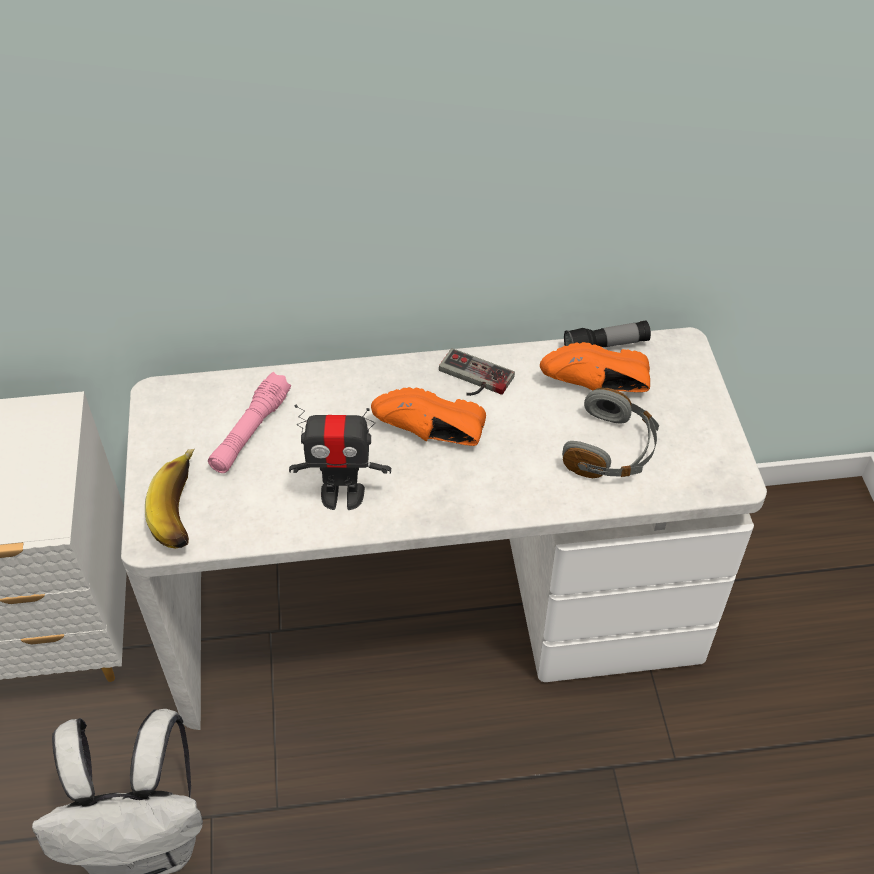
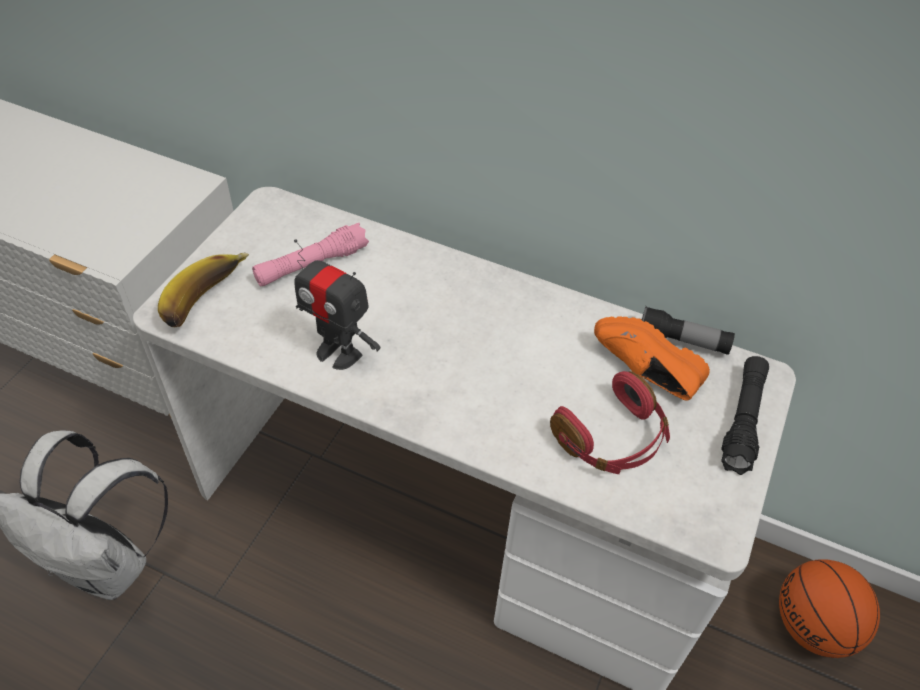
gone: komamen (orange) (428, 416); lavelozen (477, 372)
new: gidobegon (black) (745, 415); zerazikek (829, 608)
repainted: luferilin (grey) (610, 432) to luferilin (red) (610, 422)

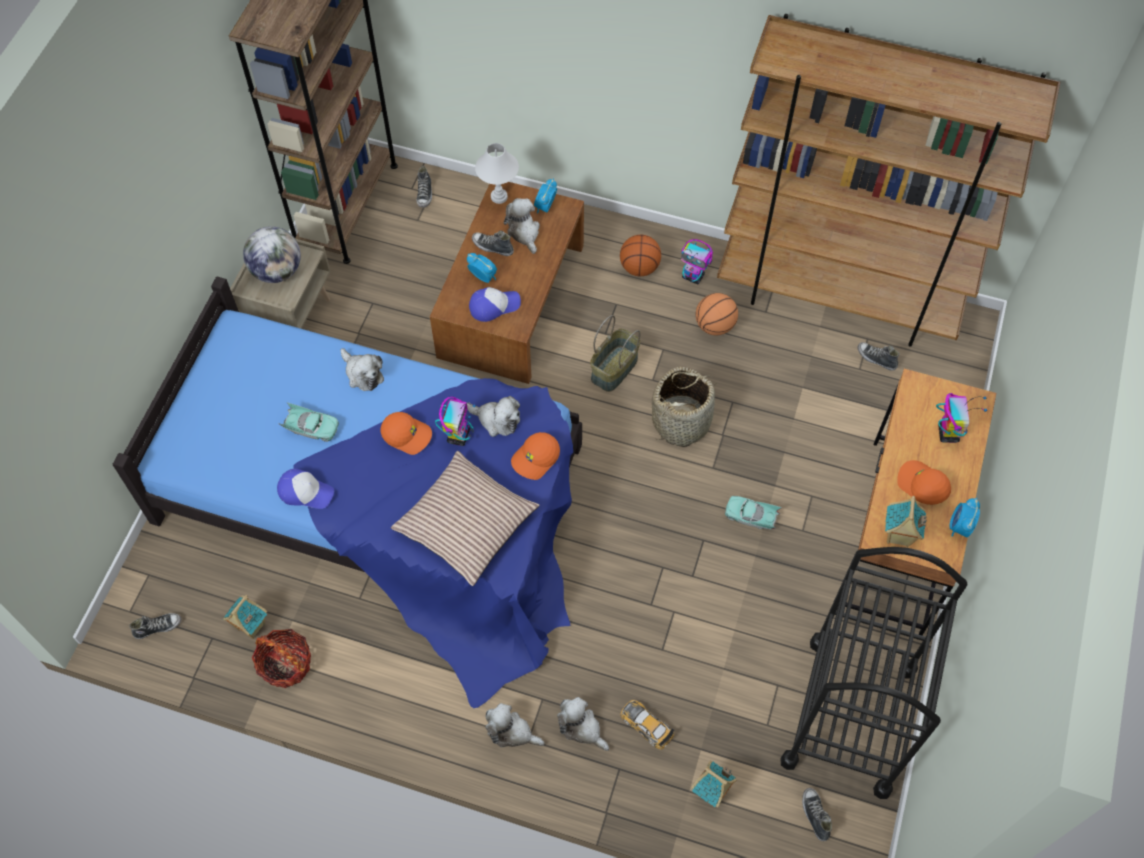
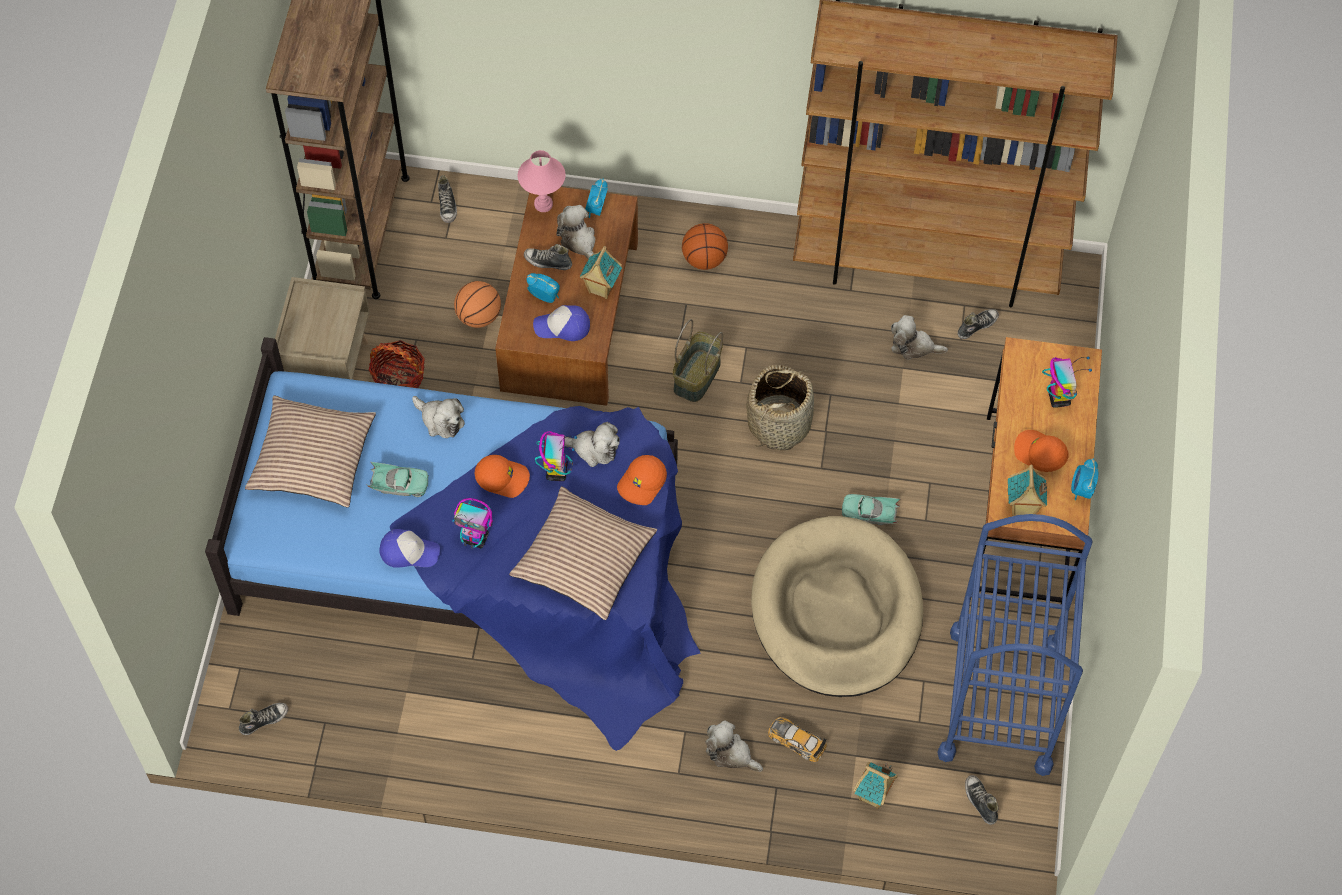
gone: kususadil (272, 254)
new: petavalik (310, 451); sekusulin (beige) (837, 606)
shifted: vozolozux (281, 658) to (397, 364); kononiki (697, 261) to (472, 523); zerazikek (717, 314) to (477, 304); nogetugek (245, 617) to (601, 272); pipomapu (514, 725) to (919, 337)
repainted: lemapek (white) (497, 173) to lemapek (pink) (542, 181); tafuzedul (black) (873, 673) to tafuzedul (blue) (1015, 645)
rotated: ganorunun (495, 304) = (561, 323) 150 degrees counterclockwise; komamen (879, 356) = (978, 324) 120 degrees clockwise

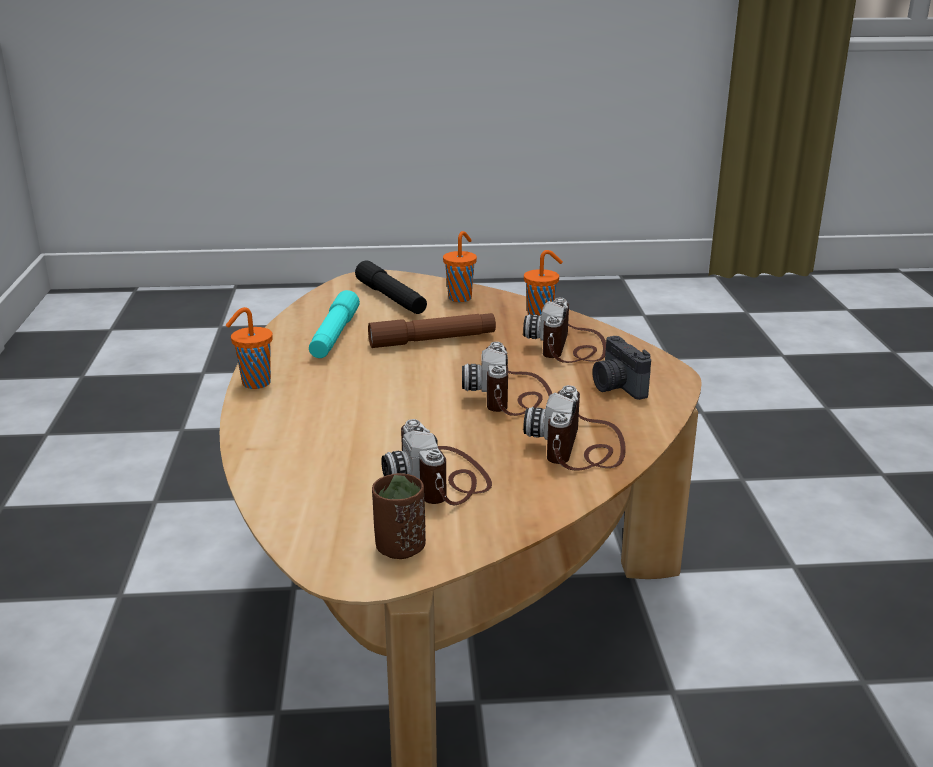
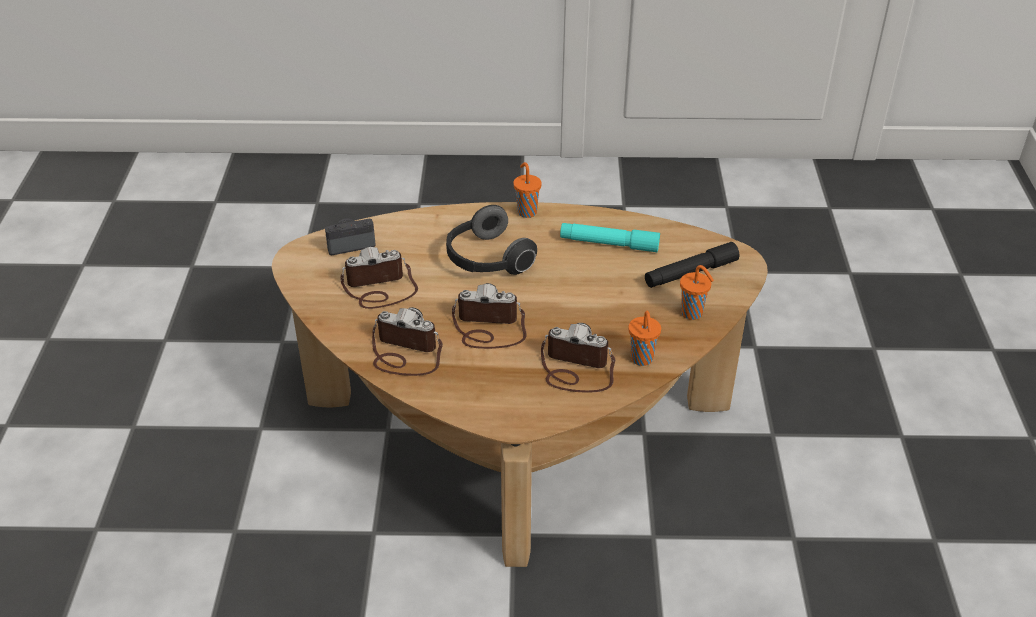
gone: gidobegon (brown) (432, 330); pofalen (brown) (399, 516)
new: luferilin (491, 240)
shifted: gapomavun (621, 368) to (350, 236)

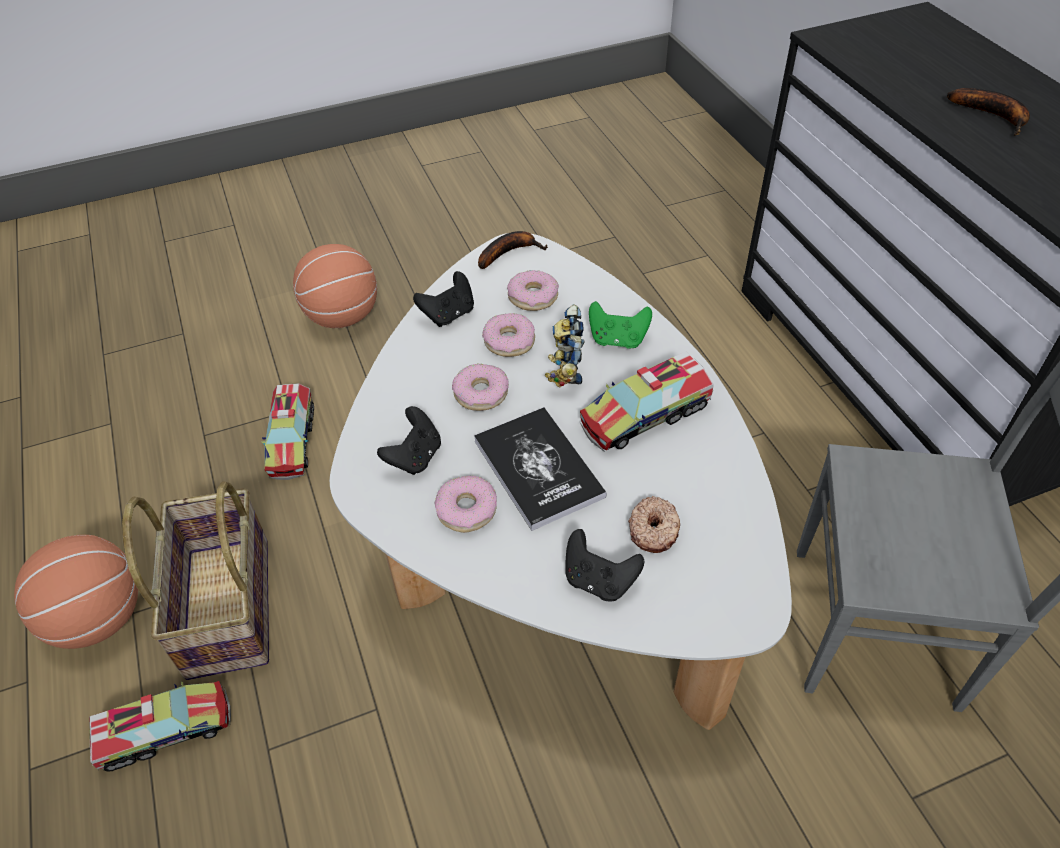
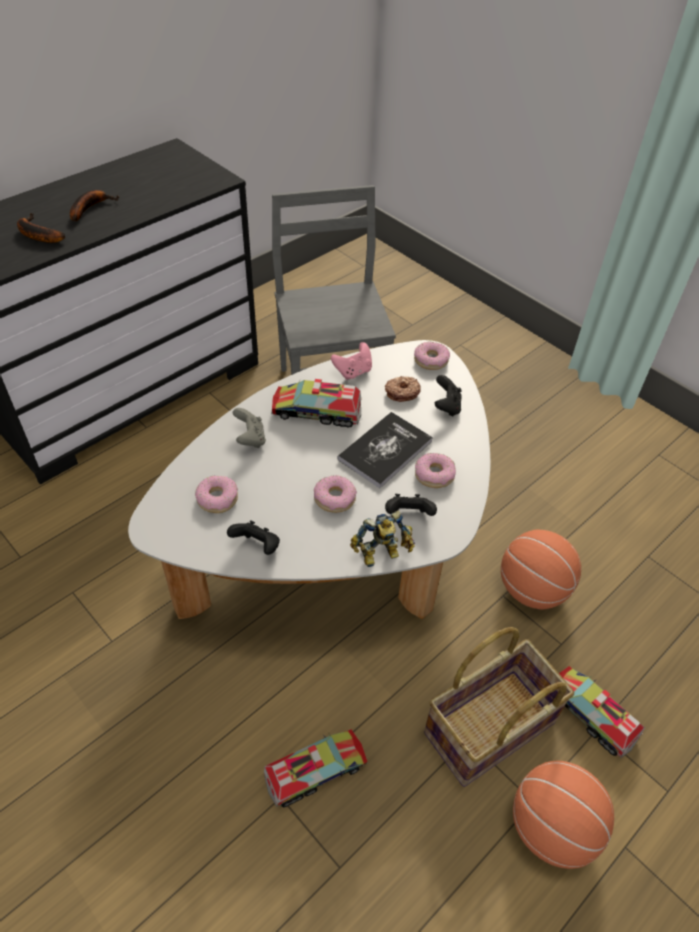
new: lavelozen (pink) (351, 361)
shifted: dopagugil (513, 250) to (41, 228); kononiki (564, 345) to (382, 539); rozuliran (508, 335) to (432, 356); zerazikek (335, 286) to (541, 569)
repainted: lavelozen (green) (620, 325) to lavelozen (grey) (249, 428)
rotated: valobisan (647, 401) = (316, 403) 150 degrees clockwise

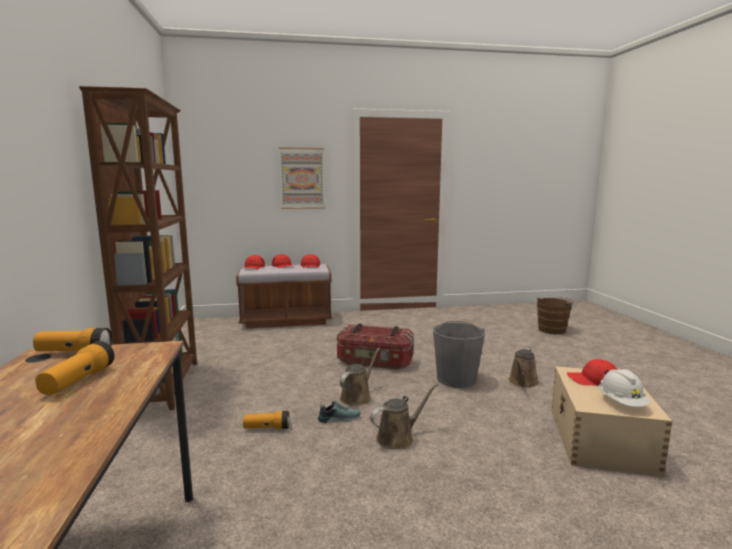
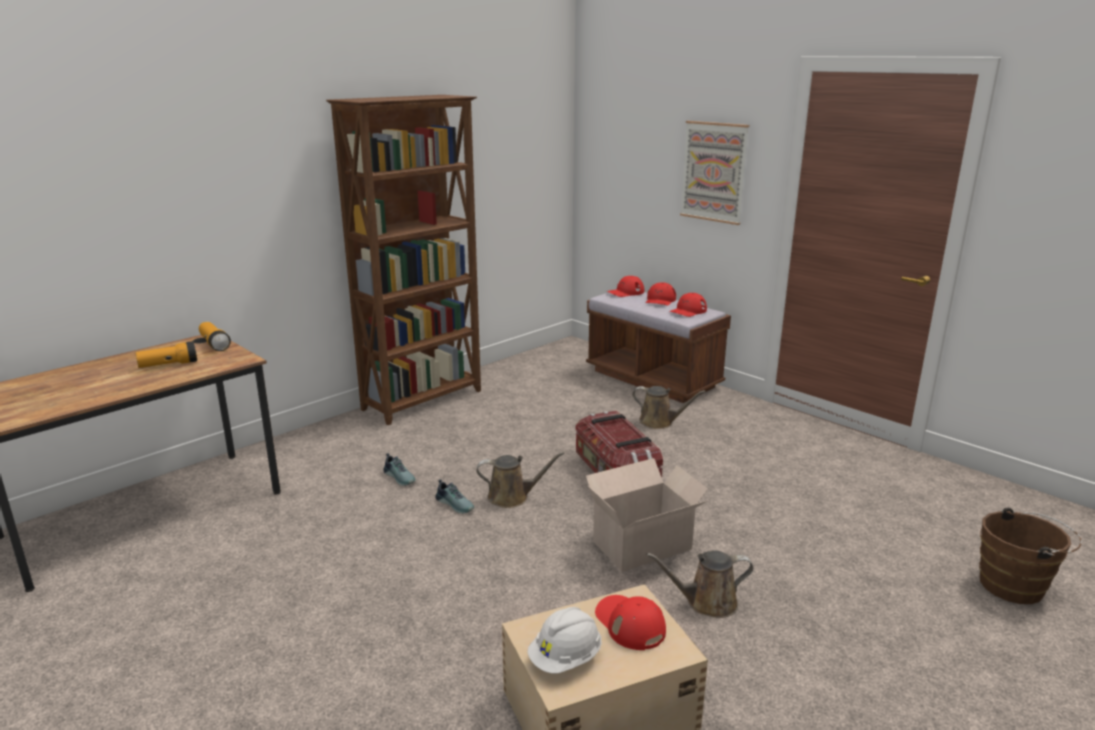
shifted: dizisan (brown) (404, 416) to (669, 407)
swapped: gidobegon (266, 420) to komamen (399, 469); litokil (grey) (459, 354) to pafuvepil (647, 515)

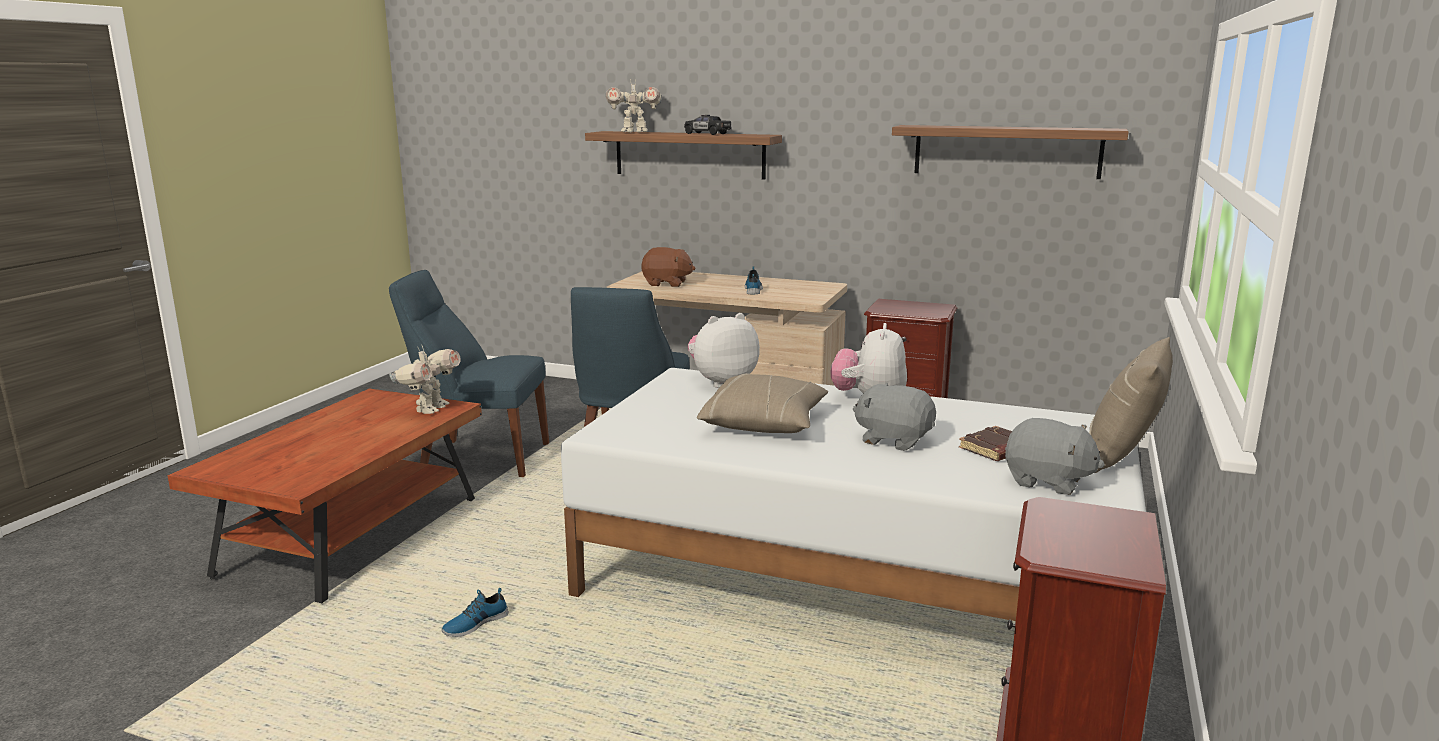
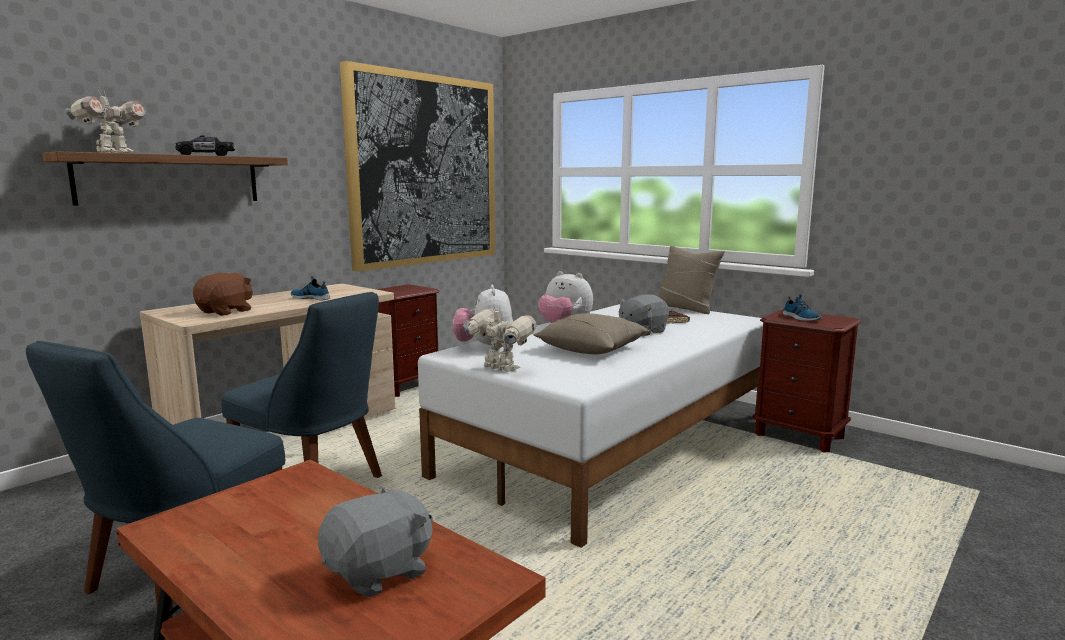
shifted: pipomapu (grey) (1055, 456) to (375, 541); kononiki (424, 379) to (499, 338); komamen (475, 612) to (803, 307)
swapped: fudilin (1010, 152) to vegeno (417, 166)

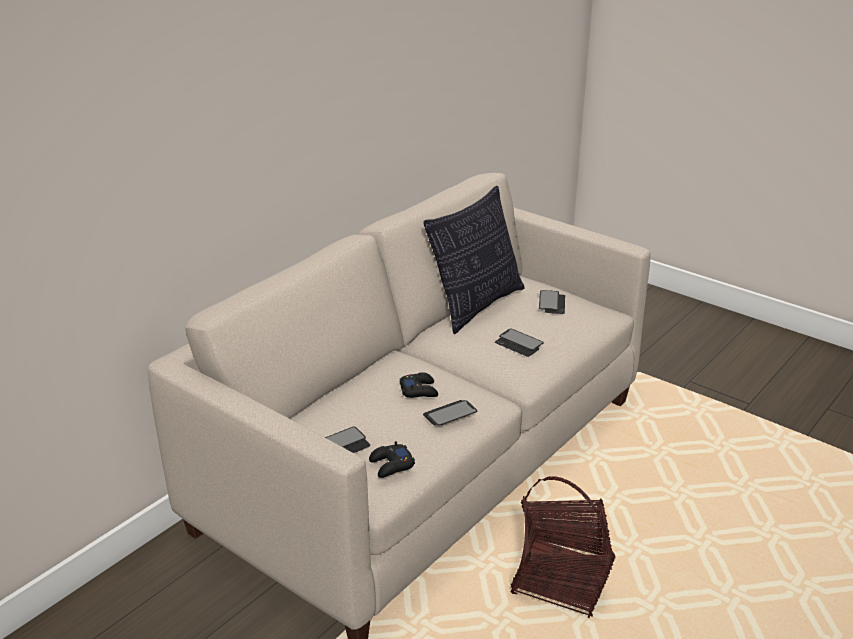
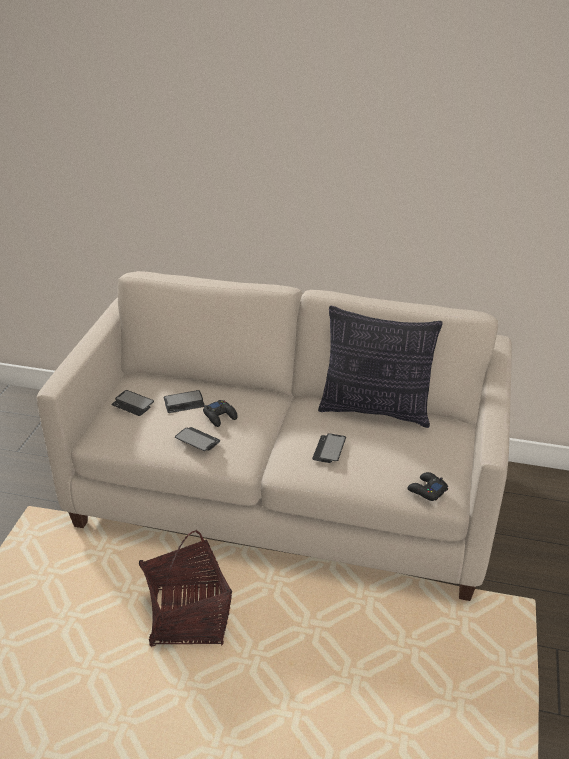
shifted: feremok (552, 302) to (184, 401); lavelozen (black) (392, 459) to (427, 486)

